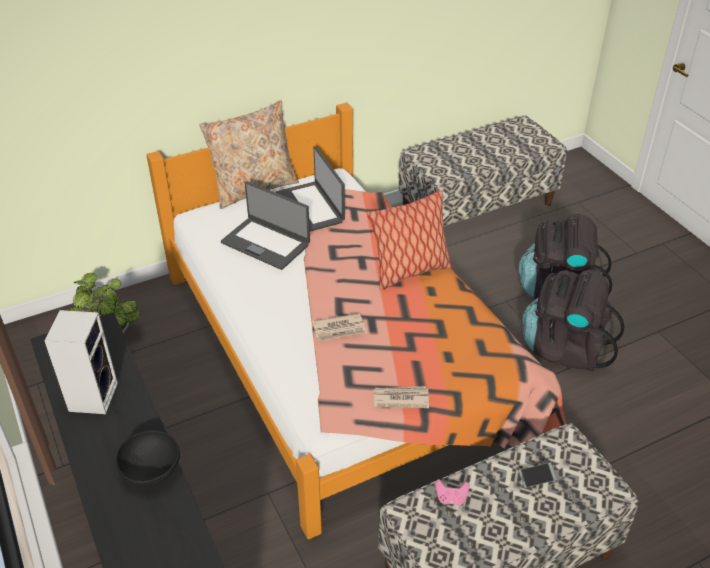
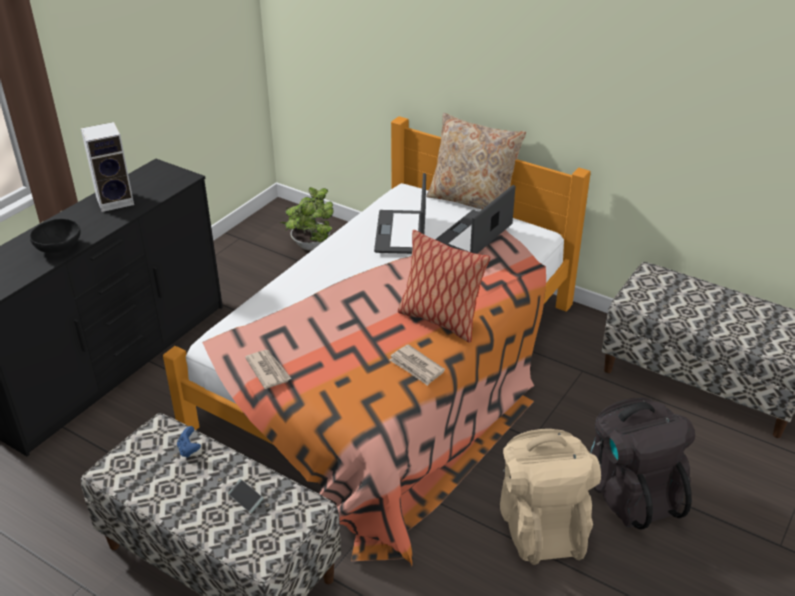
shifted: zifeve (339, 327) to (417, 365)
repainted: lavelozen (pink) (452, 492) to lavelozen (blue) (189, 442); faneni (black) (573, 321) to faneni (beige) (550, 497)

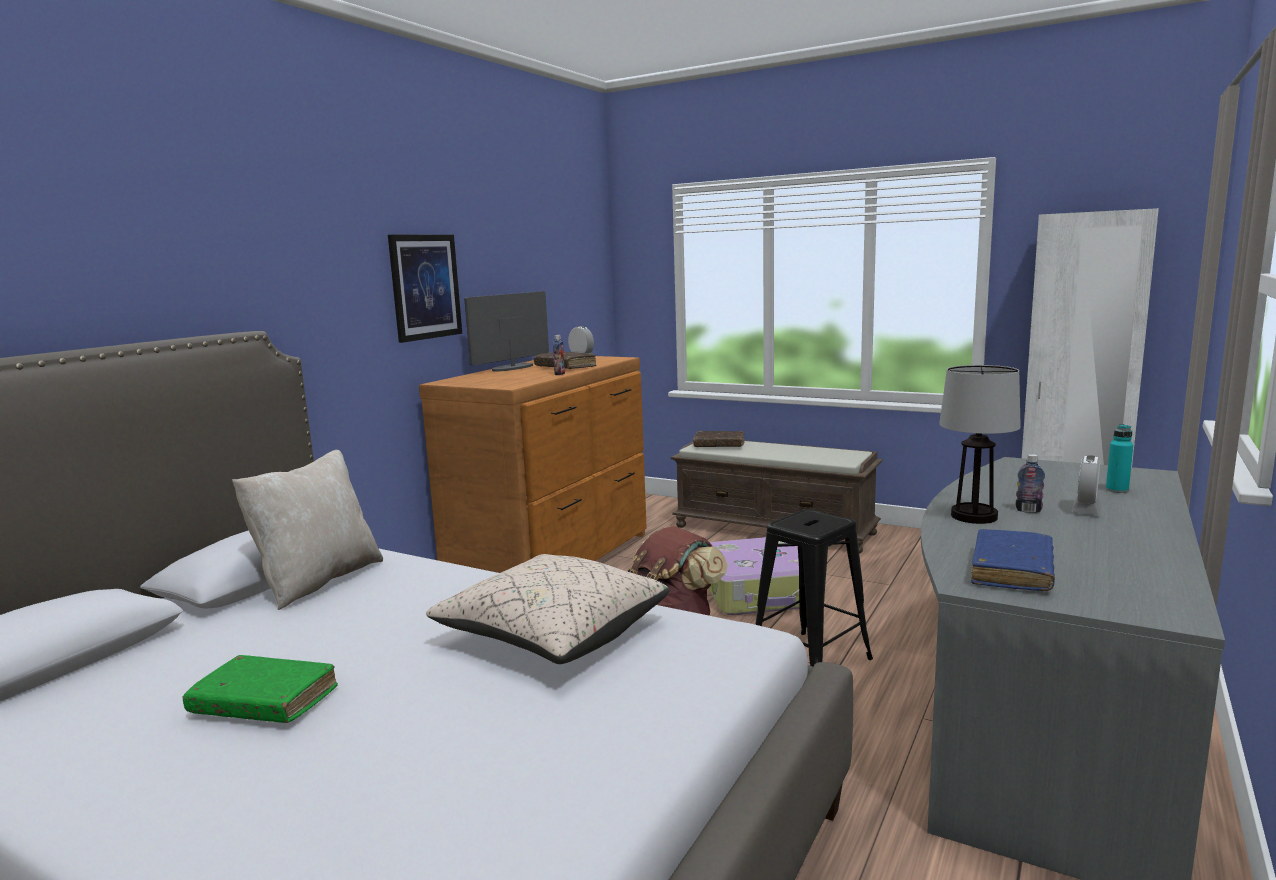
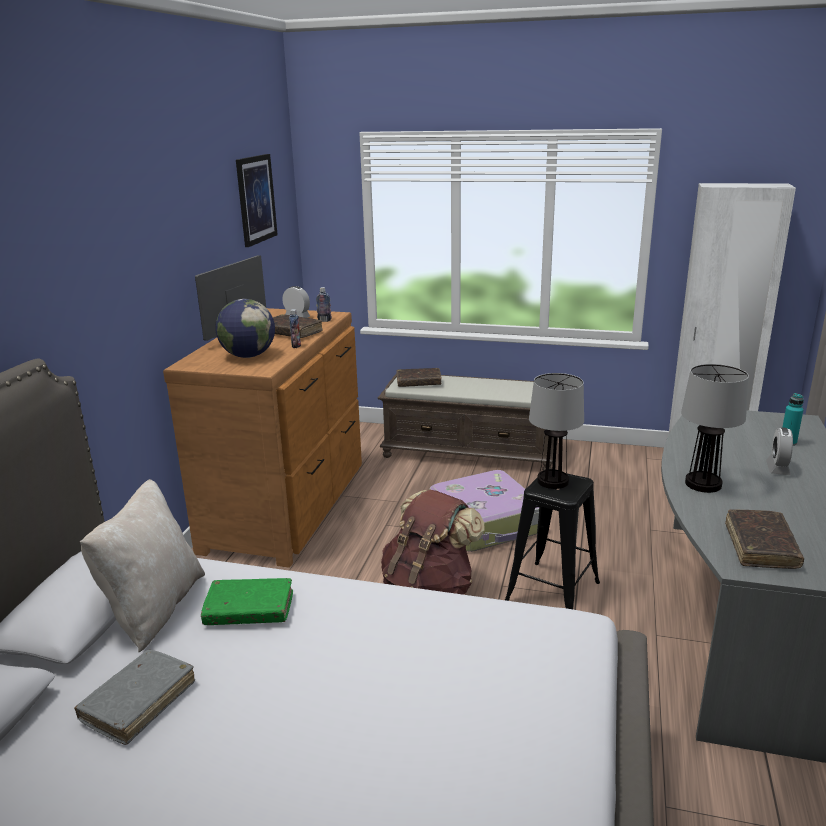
gone: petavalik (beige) (548, 609)
new: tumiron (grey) (134, 697); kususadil (245, 328); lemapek (556, 431)
shifted: tumiron (green) (260, 689) to (247, 601); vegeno (425, 289) to (257, 200); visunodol (1030, 483) to (324, 304)
repainted: tumiron (blue) (1013, 560) to tumiron (brown) (764, 539)

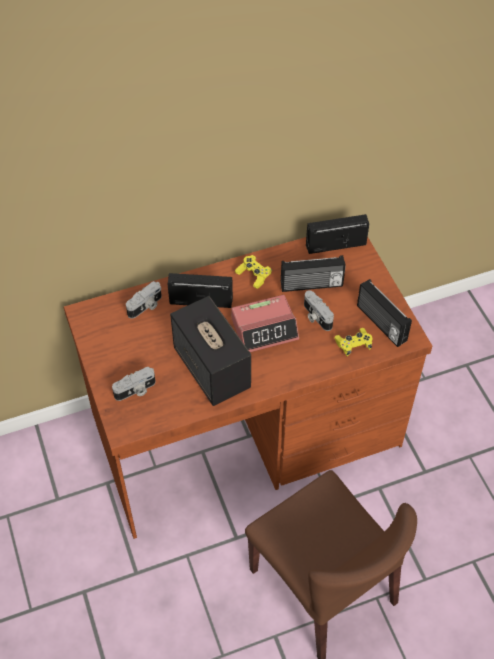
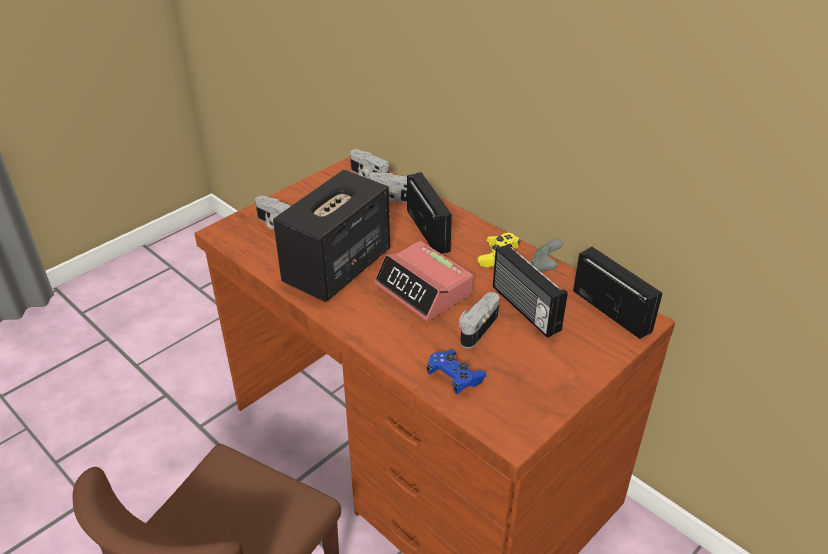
gone: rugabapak (384, 313)
new: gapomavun (369, 164); lavelozen (grey) (547, 255)
repainted: lavelozen (yellow) (353, 342) to lavelozen (blue) (456, 372)

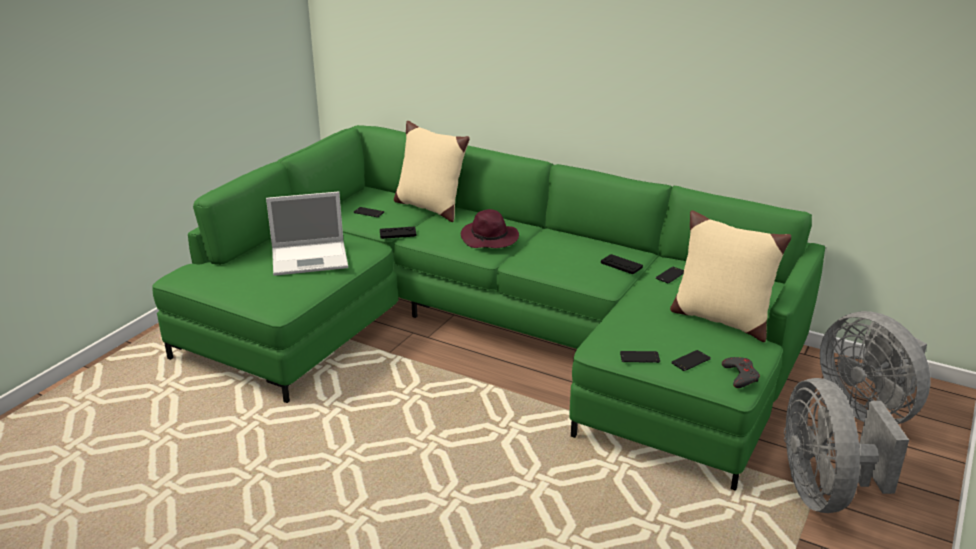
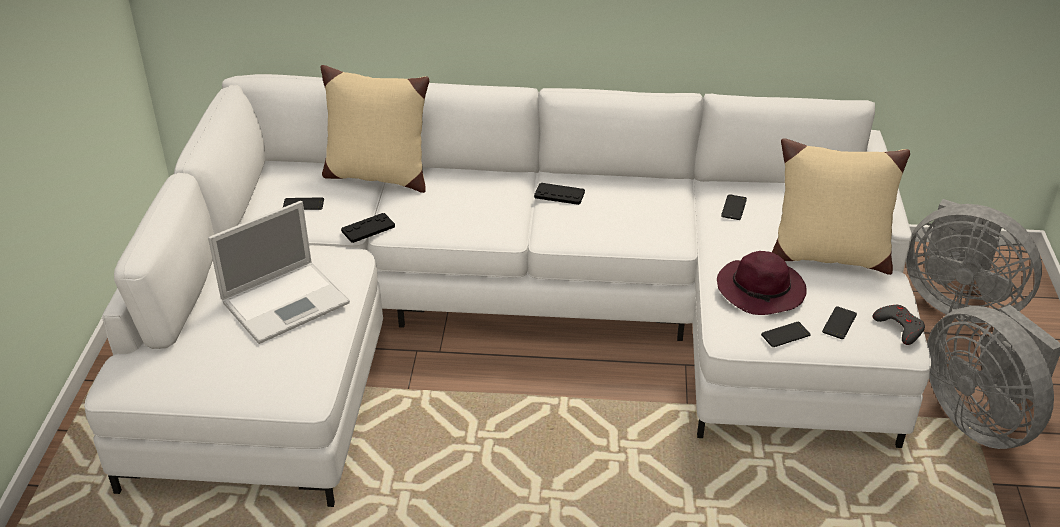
shifted: lavelozen (black) (622, 264) to (559, 194); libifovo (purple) (490, 228) to (762, 283)
repainted: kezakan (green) (488, 308) to kezakan (white) (507, 290)

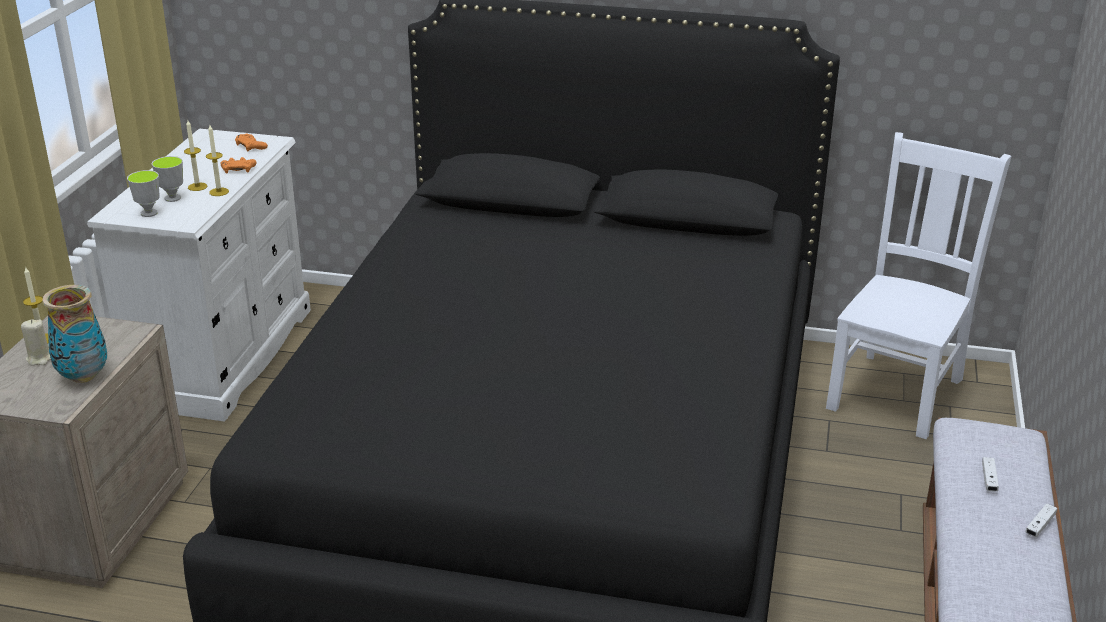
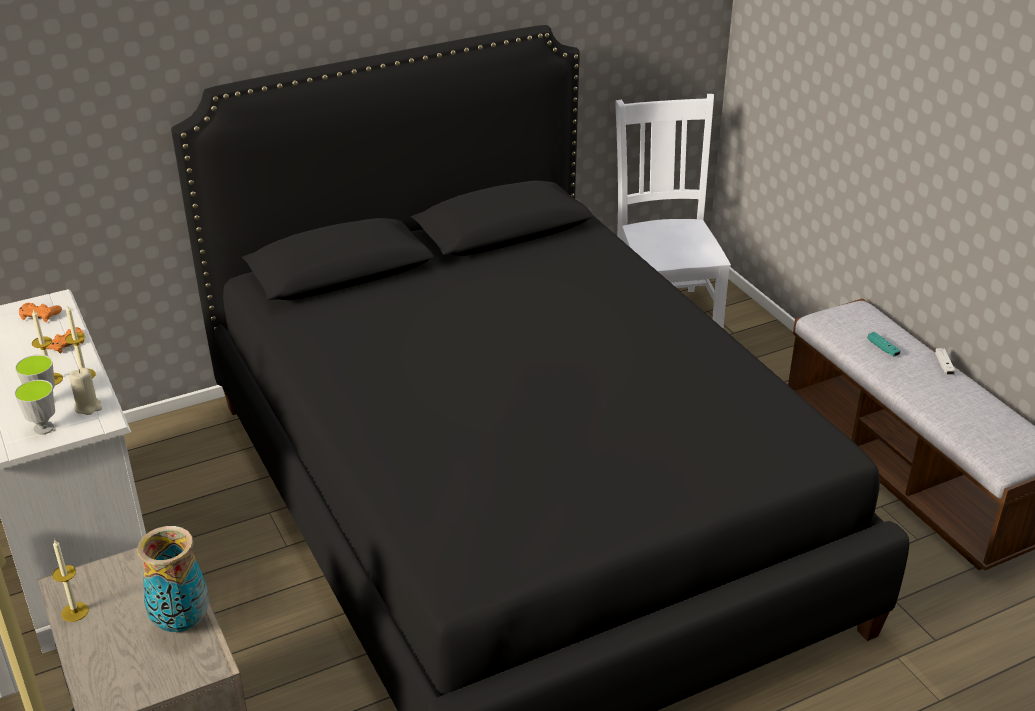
shifted: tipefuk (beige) (36, 342) to (85, 391)
repainted: lavelozen (white) (990, 474) to lavelozen (turquoise) (884, 344)

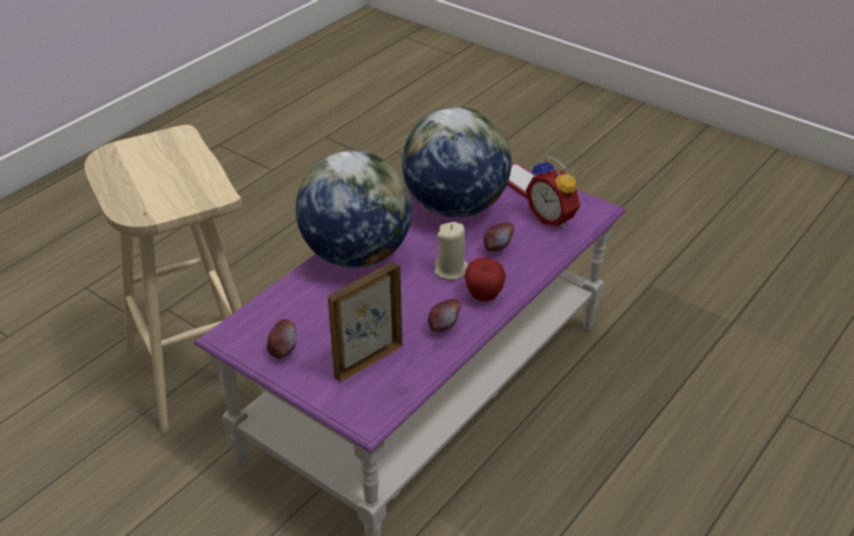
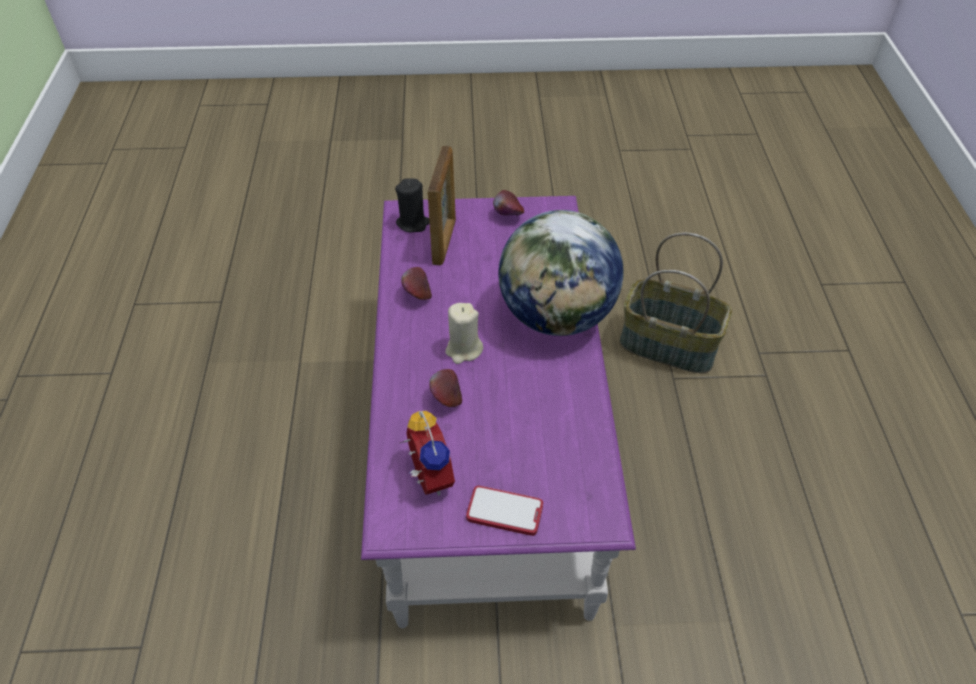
gone: kususadil (457, 162); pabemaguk (485, 279)
new: tipefuk (black) (412, 205)
swapped: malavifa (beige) (174, 279) to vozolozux (676, 303)
rotated: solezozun (553, 192) = (427, 453) 60 degrees clockwise

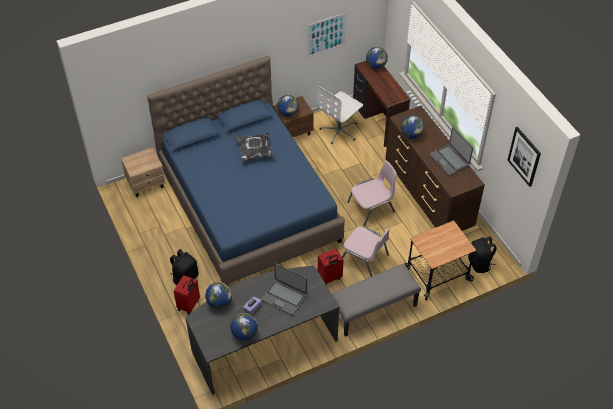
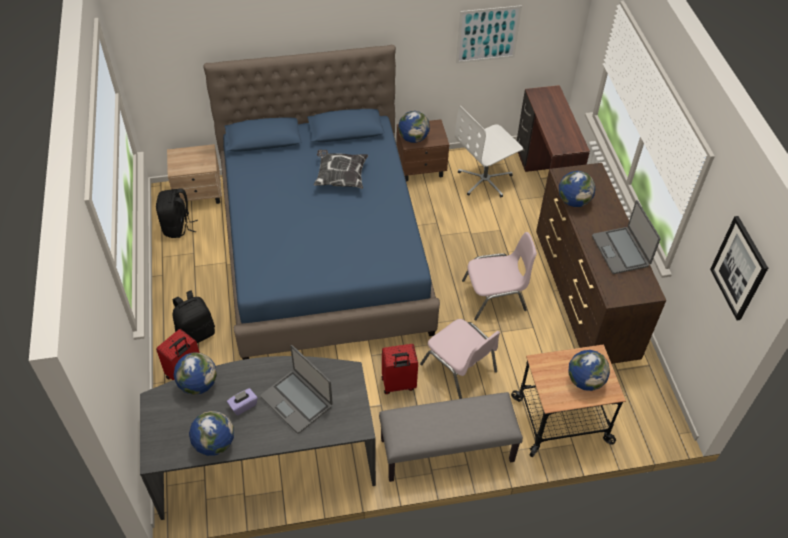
shifted: faneni (black) (482, 254) to (177, 213); kususadil (377, 58) to (589, 370)

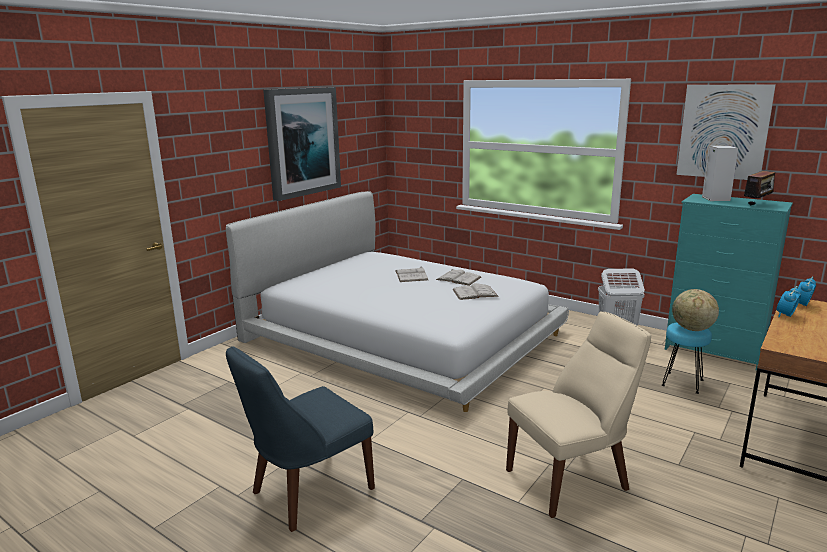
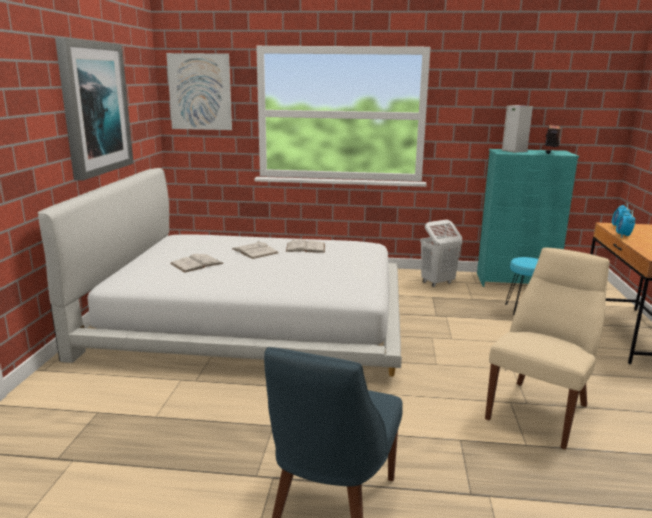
gone: kususadil (695, 310)
shifted: vegeno (726, 132) to (199, 91); tumiron (white) (475, 291) to (197, 263)

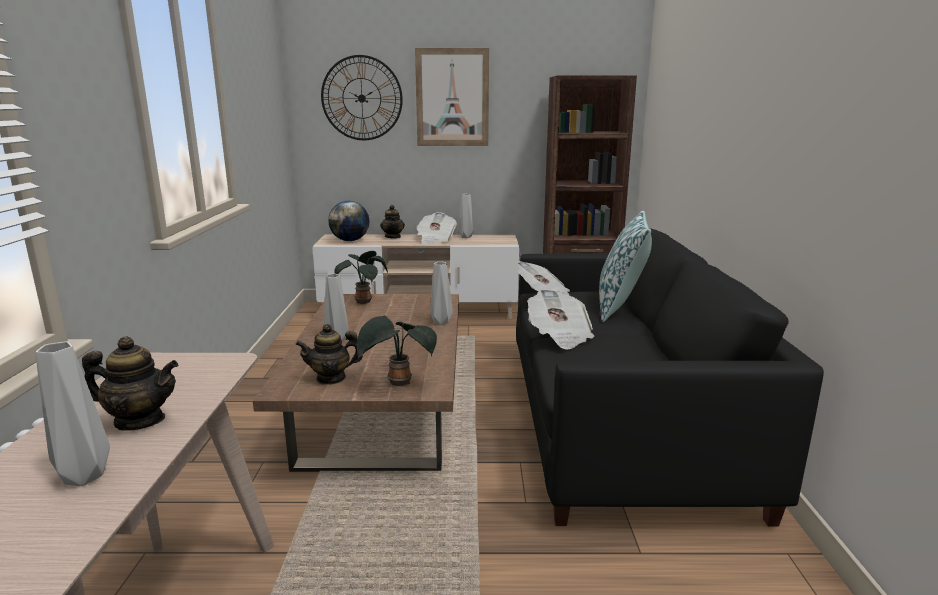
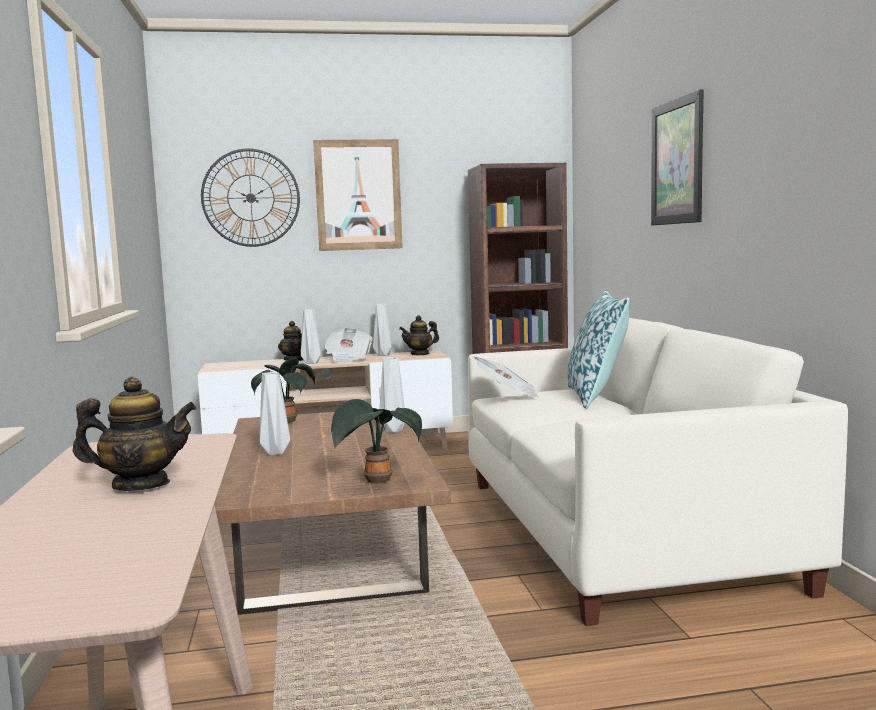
gone: kususadil (348, 221); zifeve (560, 319)
new: vegeno (677, 157)
shifted: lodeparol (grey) (73, 413) to (311, 336); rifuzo (329, 354) to (419, 335)
repainted: kezakan (black) (670, 377) to kezakan (white) (658, 472)

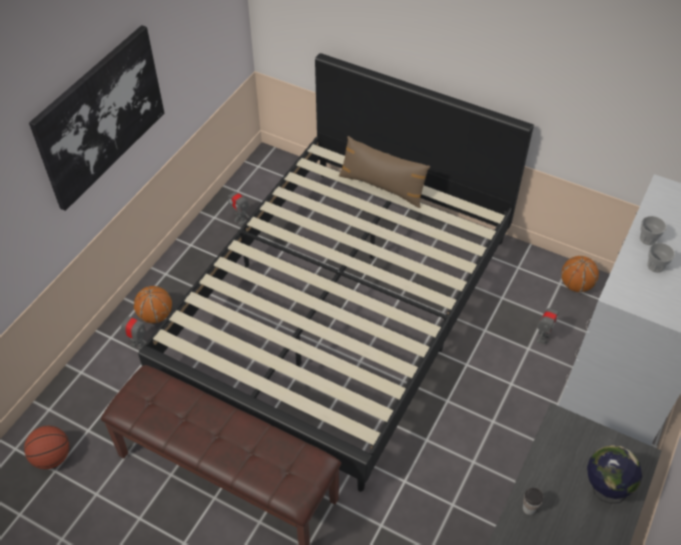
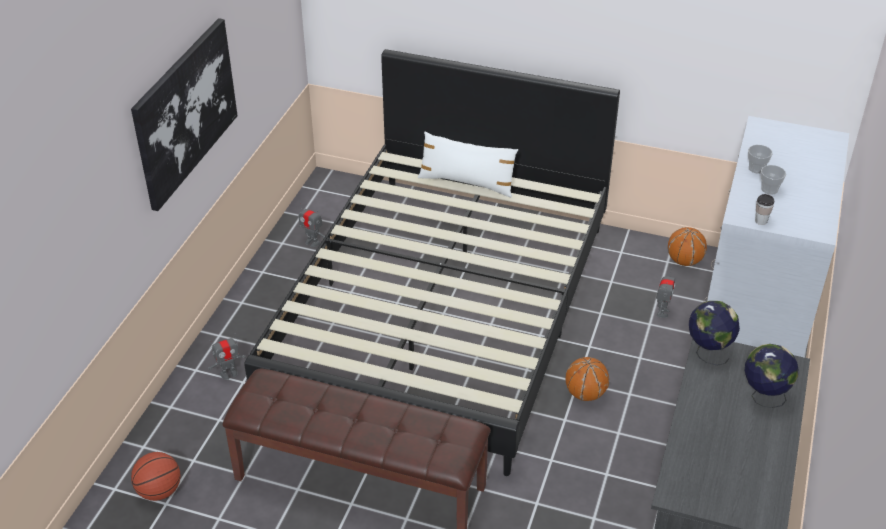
new: kususadil (714, 333)
shifted: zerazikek (153, 304) to (587, 379); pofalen (533, 501) to (764, 209)
repainted: petavalik (brown) (385, 172) to petavalik (white) (468, 165)
rotated: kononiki (133, 332) = (227, 356) 135 degrees clockwise

